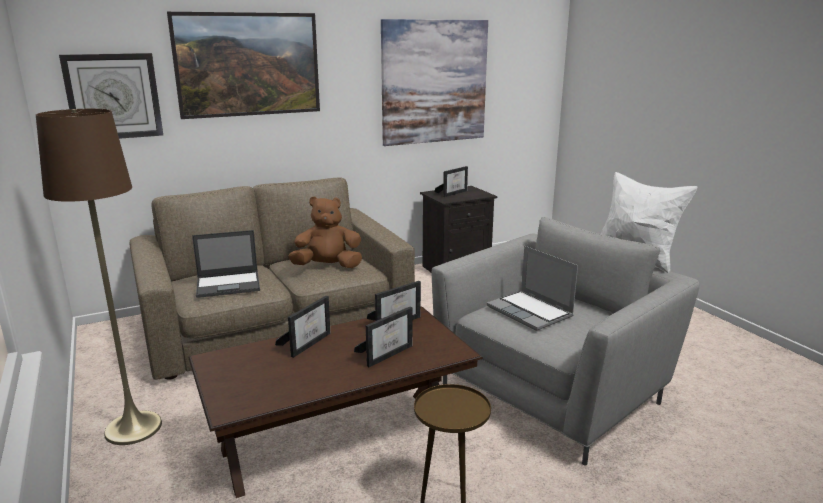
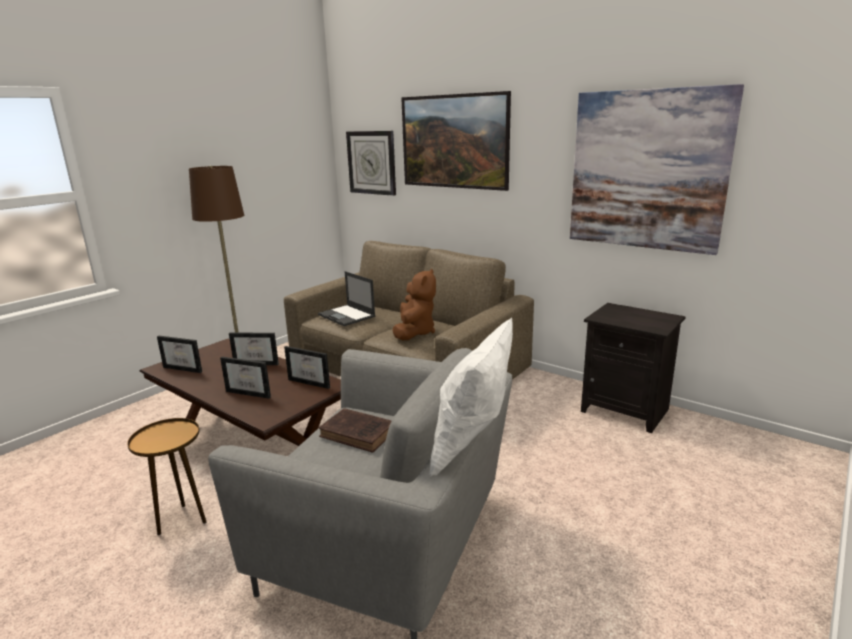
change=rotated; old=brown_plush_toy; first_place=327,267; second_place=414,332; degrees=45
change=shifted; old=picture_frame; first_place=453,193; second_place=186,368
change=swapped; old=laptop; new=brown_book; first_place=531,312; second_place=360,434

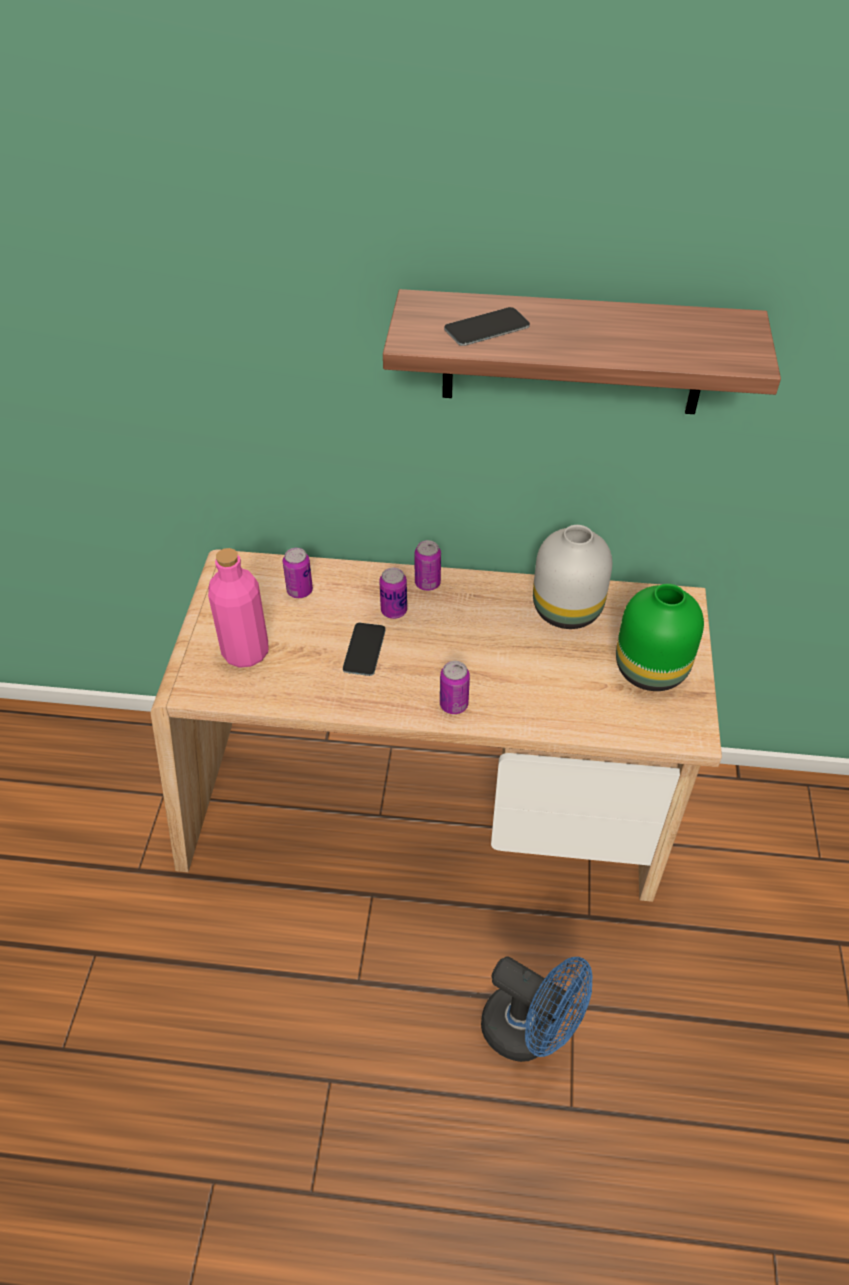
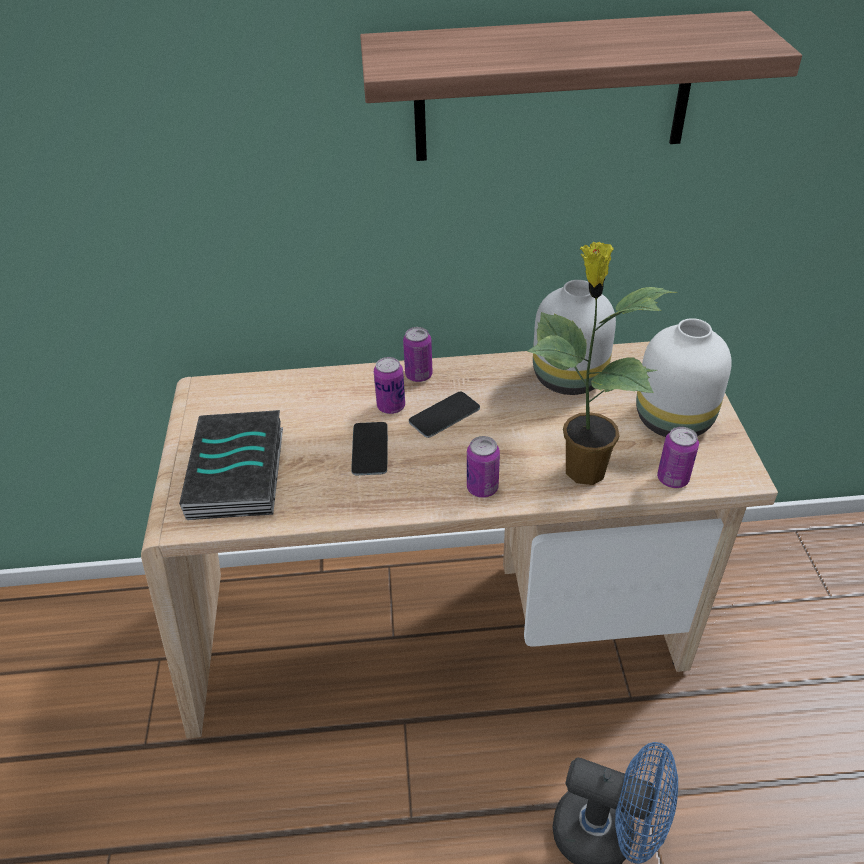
change=swapped; old=pink_bottle; new=book; first_place=245,652; second_place=239,473
change=shifted; old=can; first_place=299,591; second_place=672,479
change=shifted; old=phone; first_place=487,328; second_place=444,415
change=repainted; old=green_vase; new=white_vase; first_place=653,669; second_place=675,419
change=new; new=potted_plant; second_place=582,469

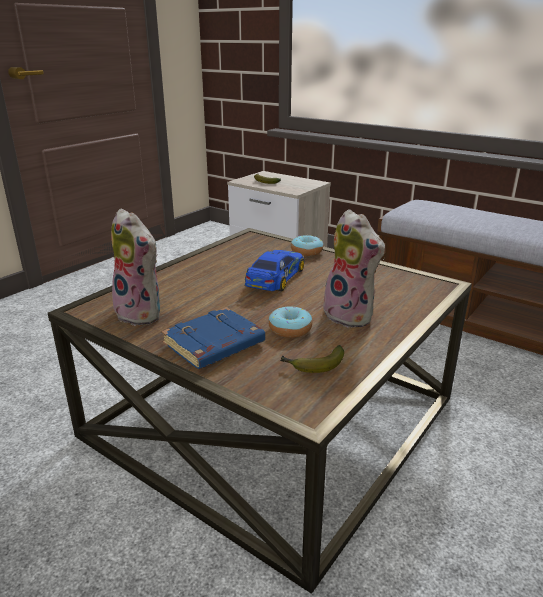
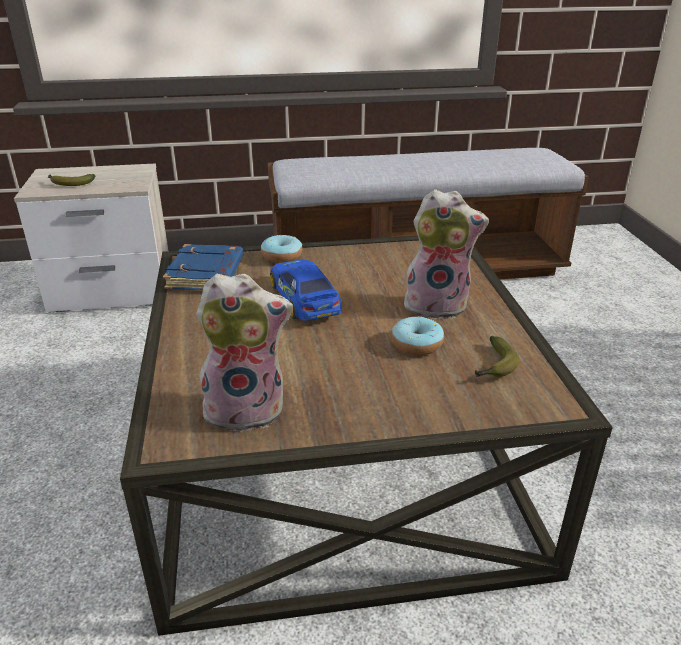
change=shifted; old=blue_book; first_place=214,345; second_place=206,274

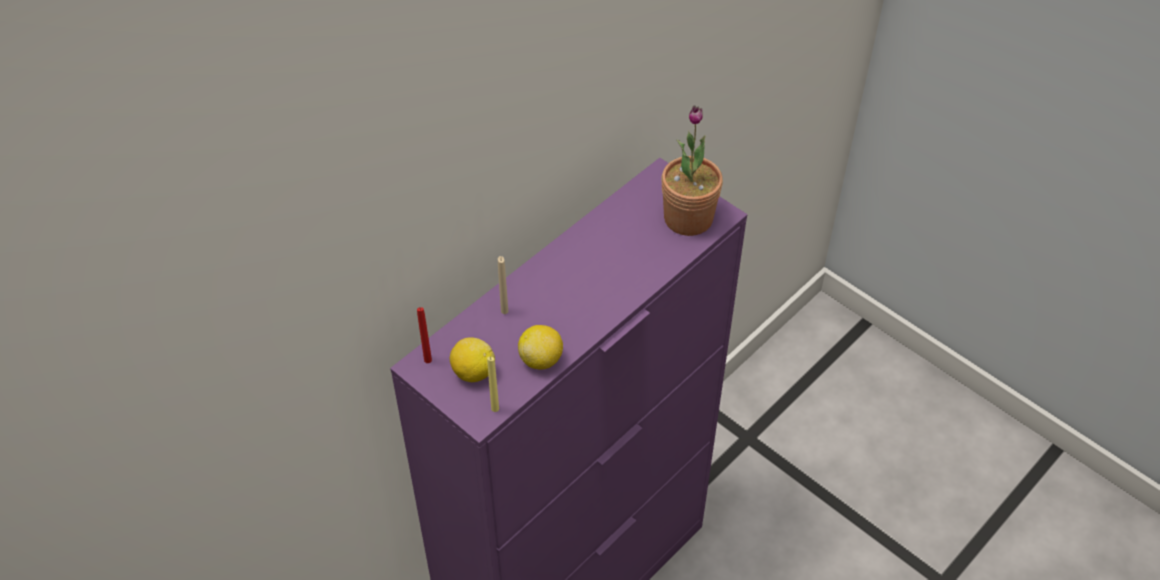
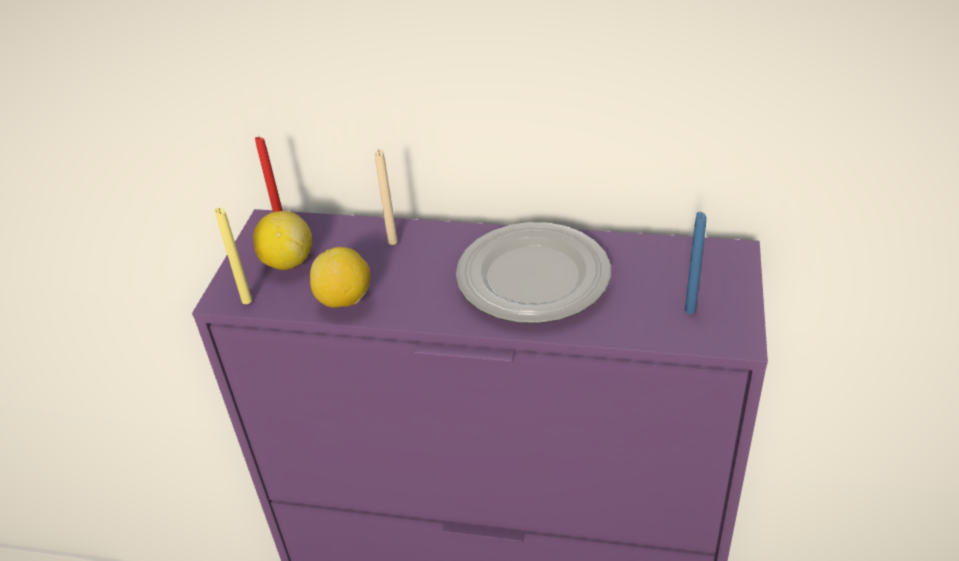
change=swapped; old=potted_plant; new=blue_candle; first_place=688,218; second_place=690,310
change=new; new=plate; second_place=535,279

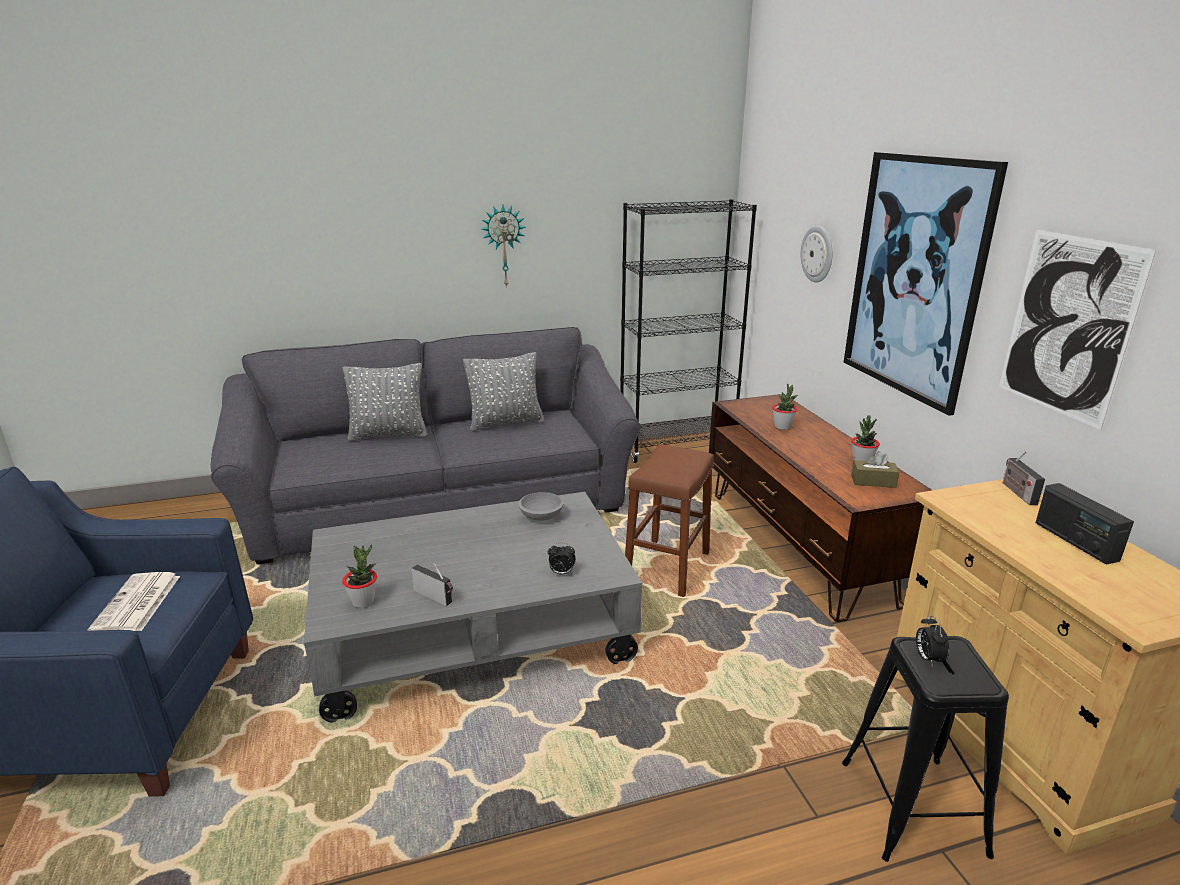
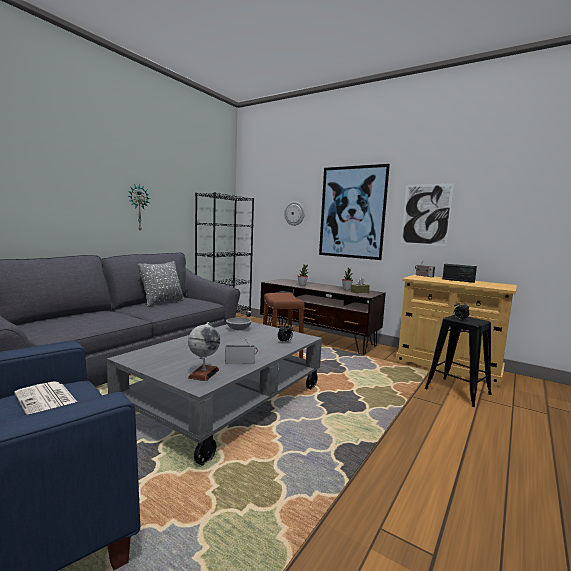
change=gone; old=grey_pillow; first_place=389,435
change=swapped; old=potted_plant; new=globe; first_place=363,601; second_place=204,373

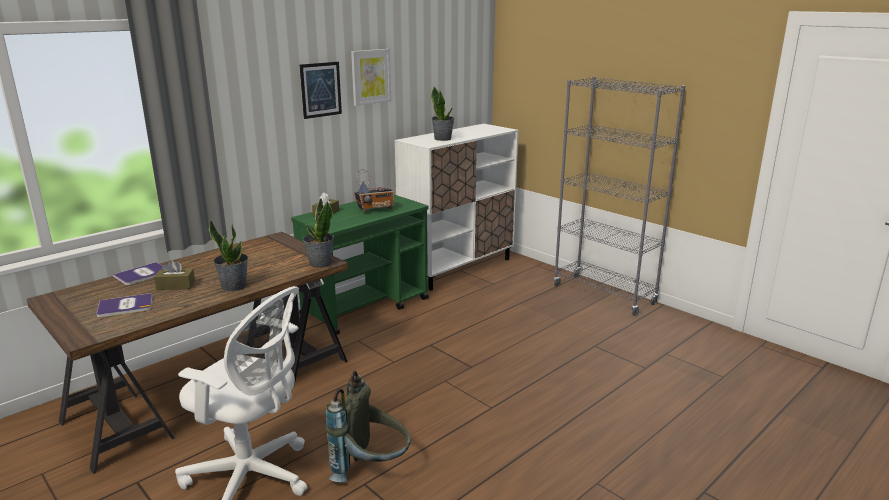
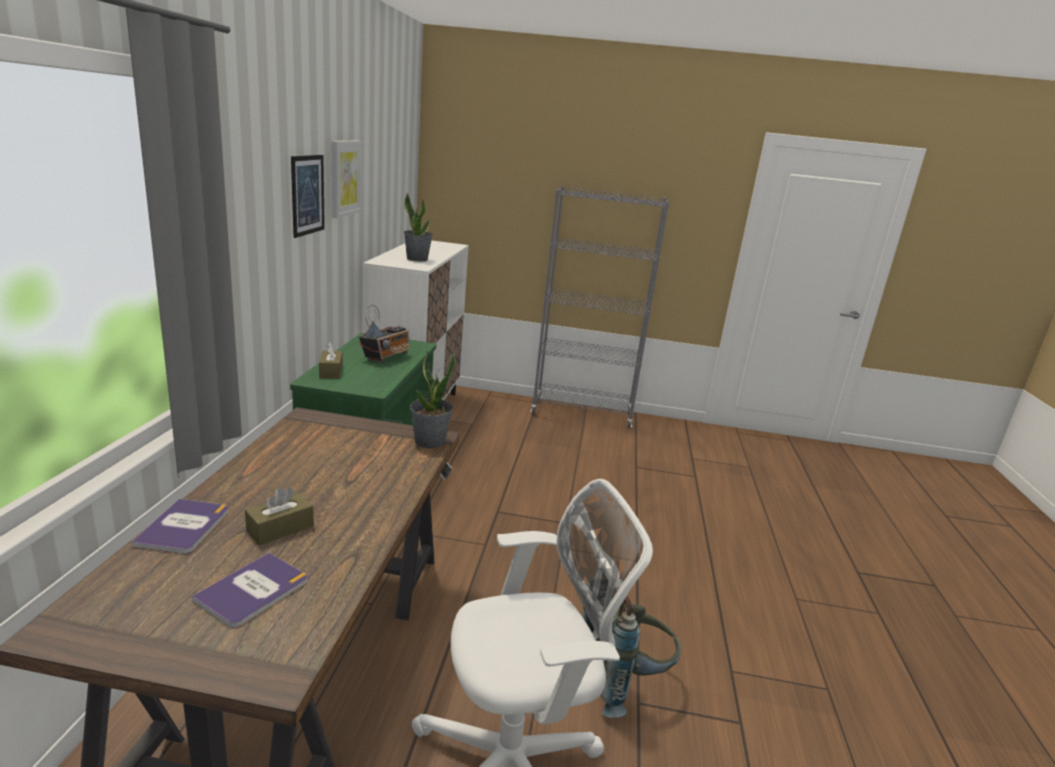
change=gone; old=potted_plant; first_place=234,286

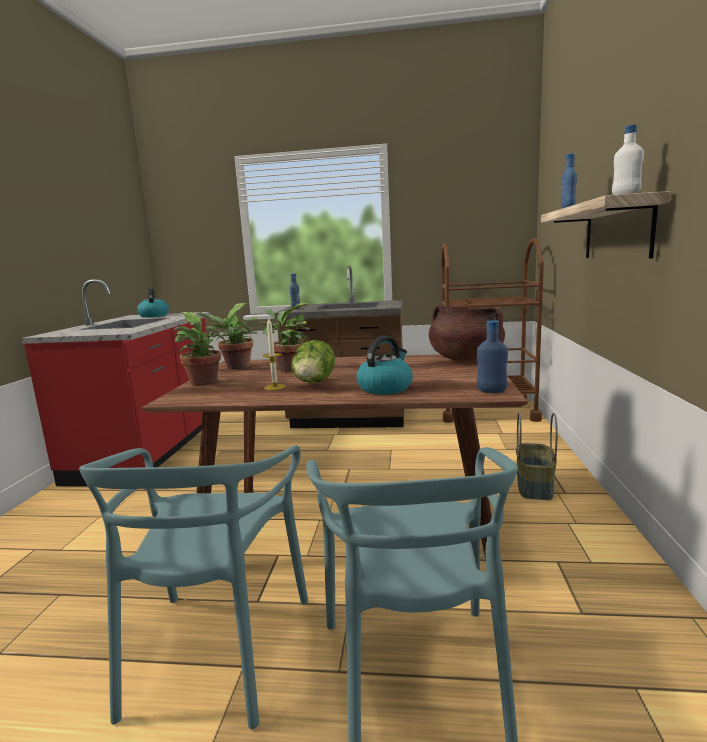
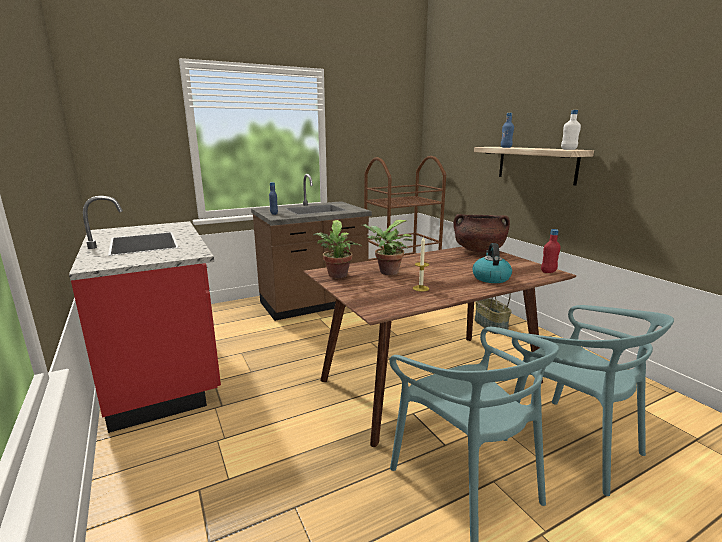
change=gone; old=kettle; first_place=154,316
change=gone; old=potted_plant; first_place=205,383
change=gone; old=lettuce; first_place=314,384
change=repainted; old=blue_bottle; new=red_bottle; first_place=491,391; second_place=548,272

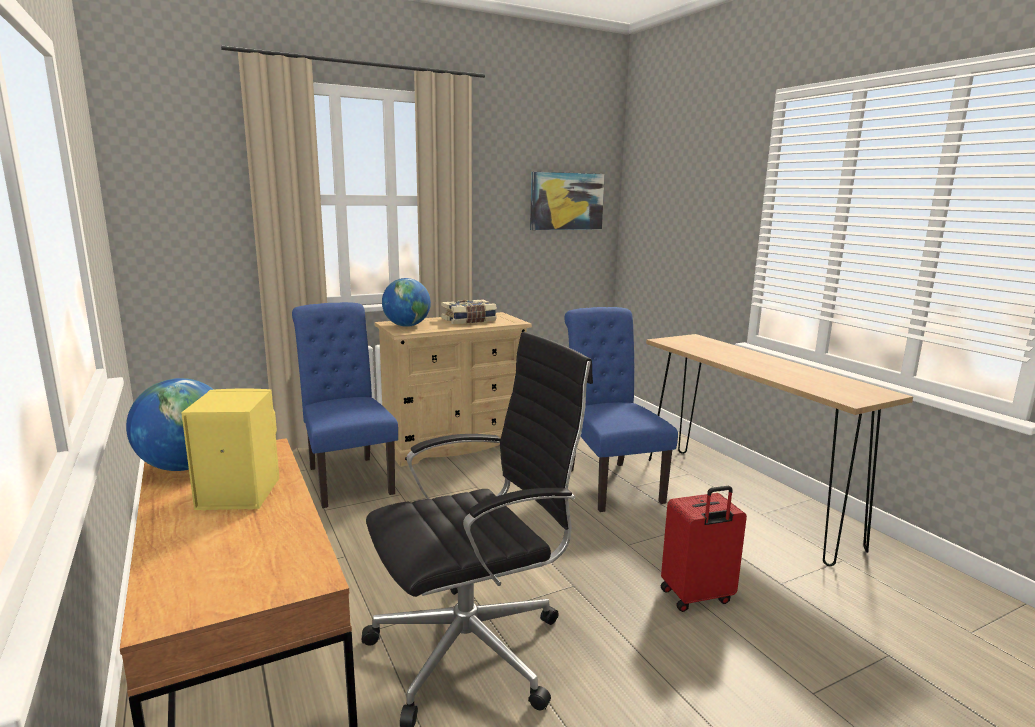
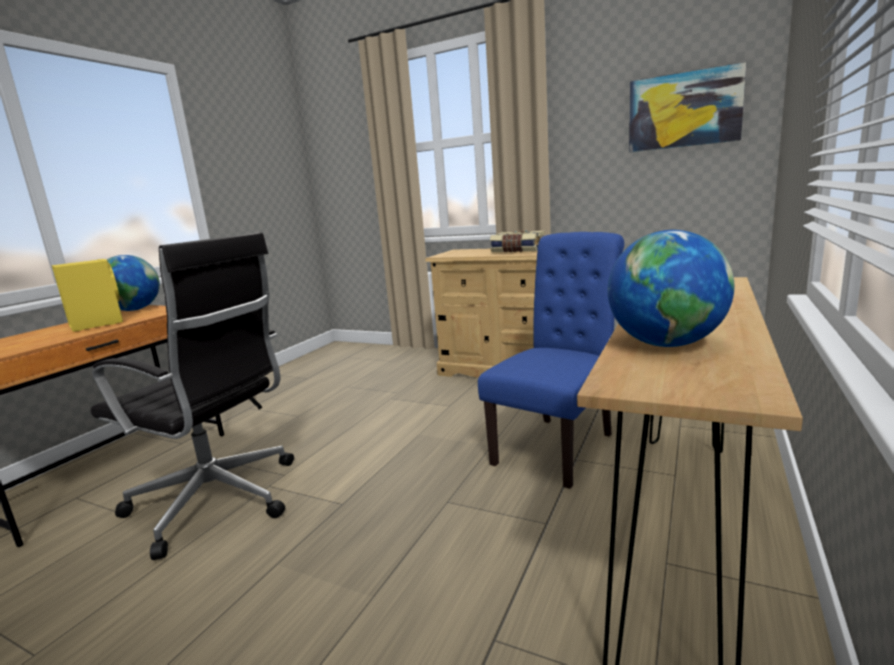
change=gone; old=blue_chair; first_place=347,477
change=shifted; old=globe; first_place=407,326; second_place=666,344
change=gone; old=red_suitcase; first_place=697,597

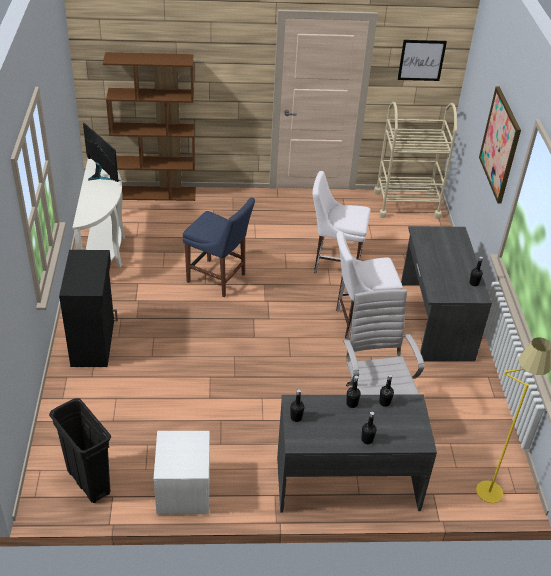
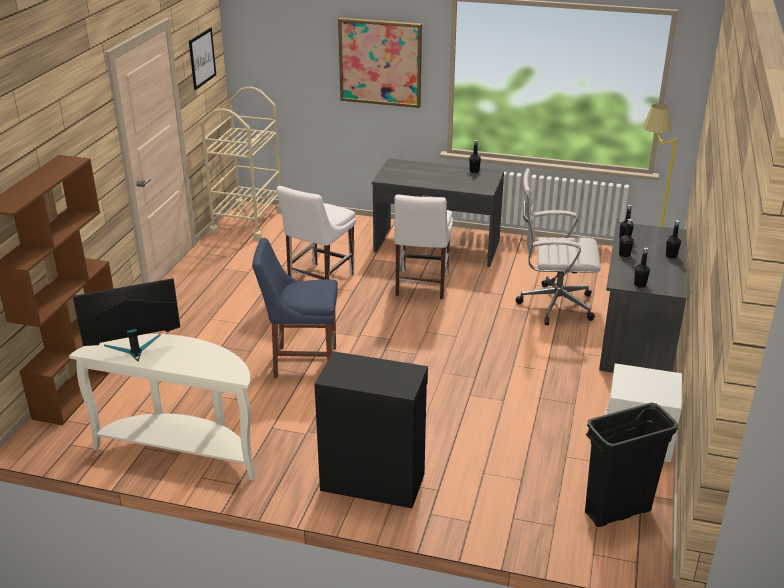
change=rotated; old=blue_chair; first_place=218,279; second_place=301,362; degrees=-135

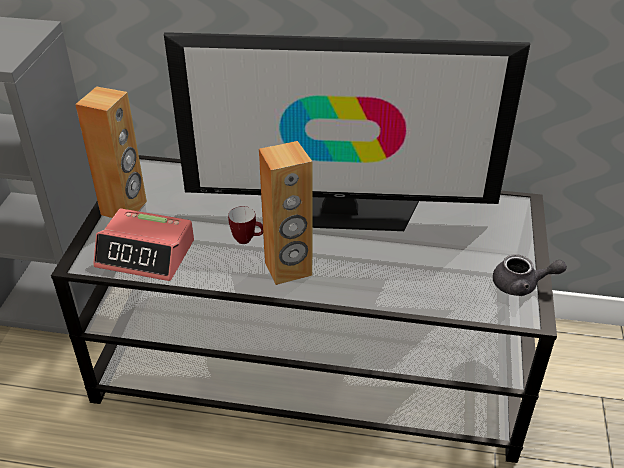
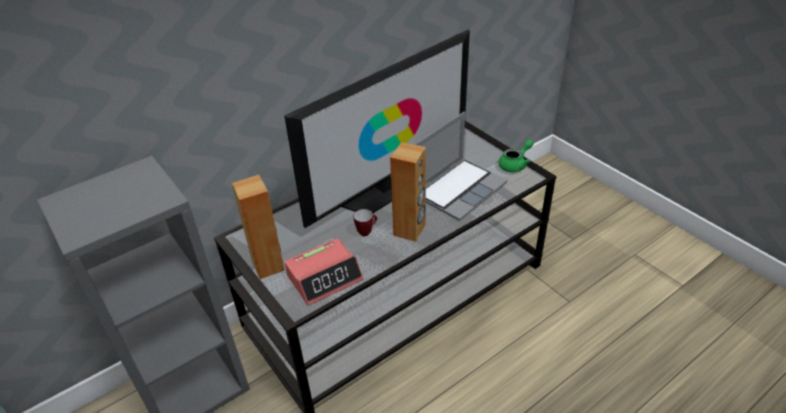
change=repainted; old=grey_teapot; new=green_teapot; first_place=521,285; second_place=515,165
change=new; new=laptop; second_place=459,189

